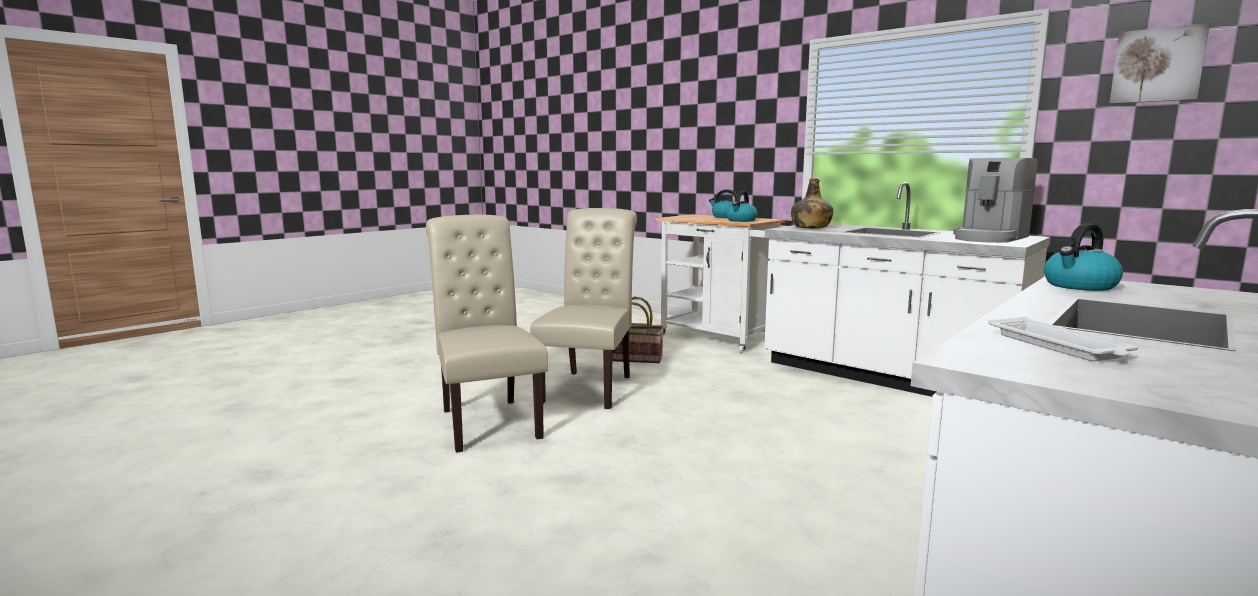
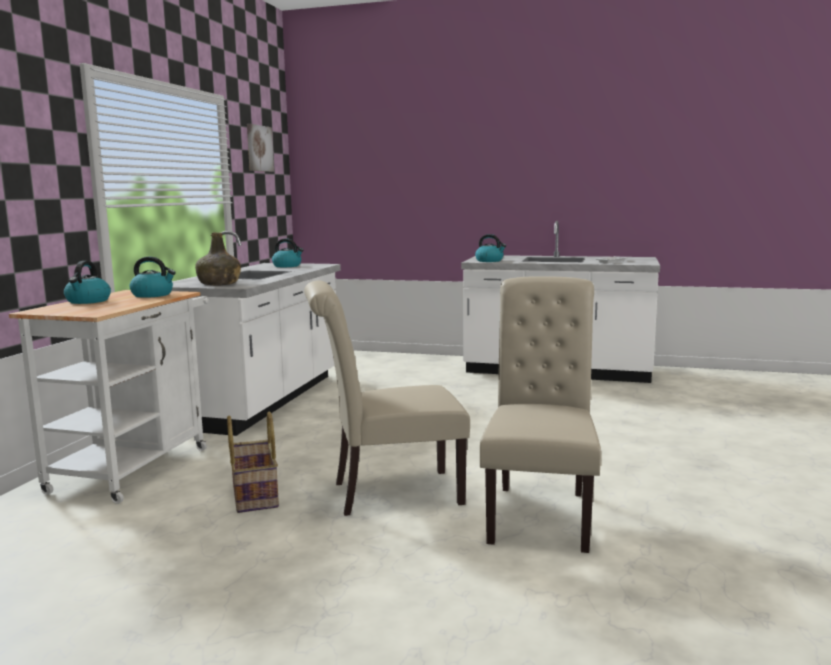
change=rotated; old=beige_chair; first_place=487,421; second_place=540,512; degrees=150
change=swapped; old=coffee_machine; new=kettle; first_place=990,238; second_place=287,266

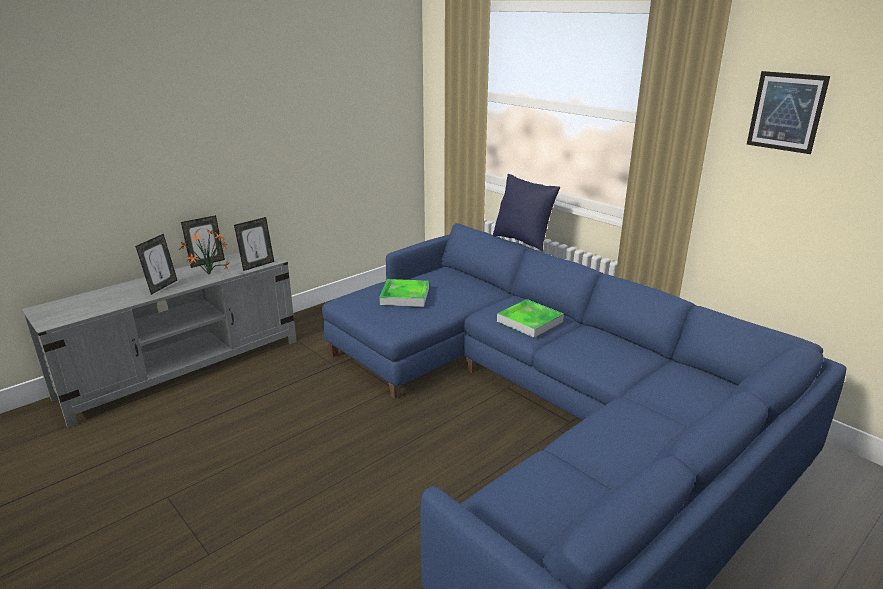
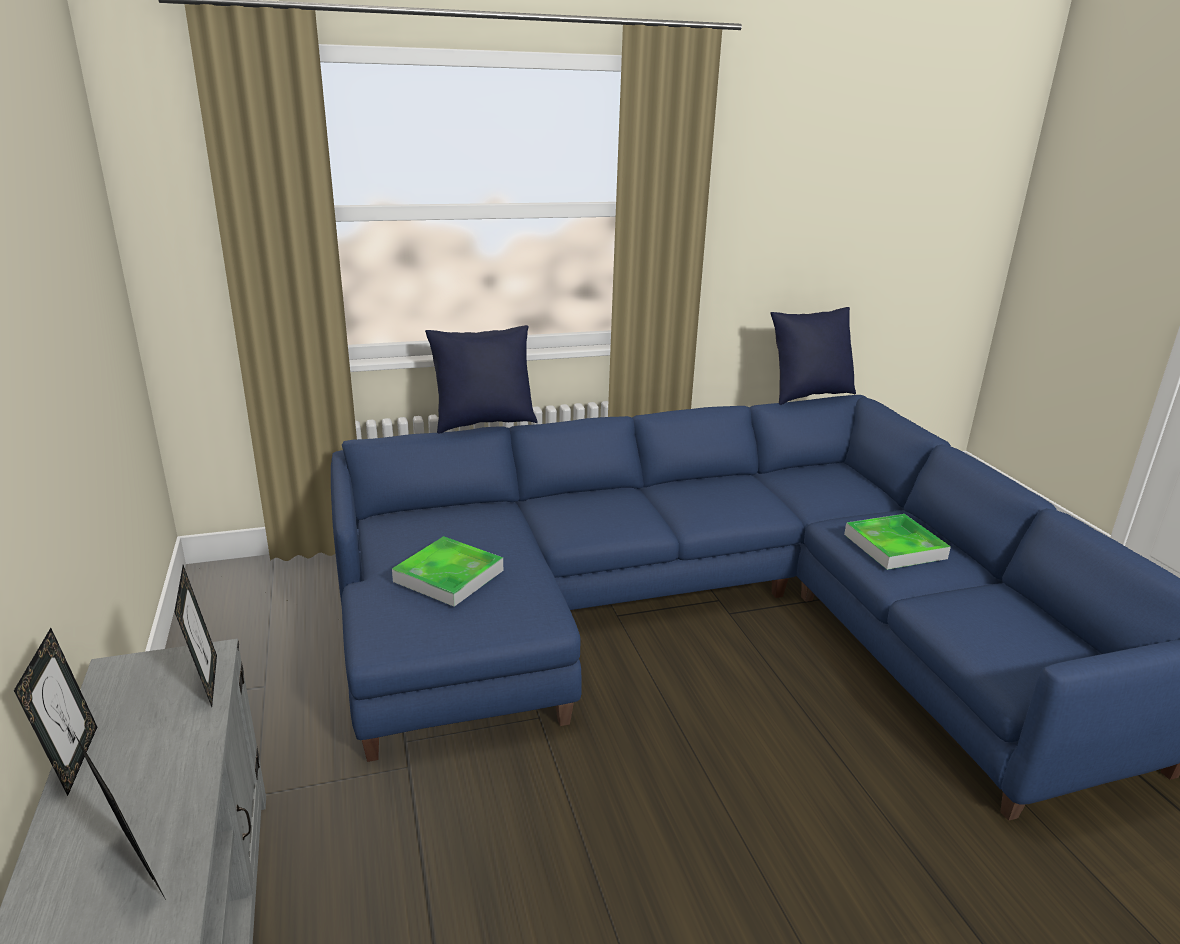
change=gone; old=potted_plant; first_place=208,274
change=shifted; old=tray; first_place=529,321; second_place=894,546
change=gone; old=picture; first_place=786,112
change=new; new=blue_pillow; second_place=808,395

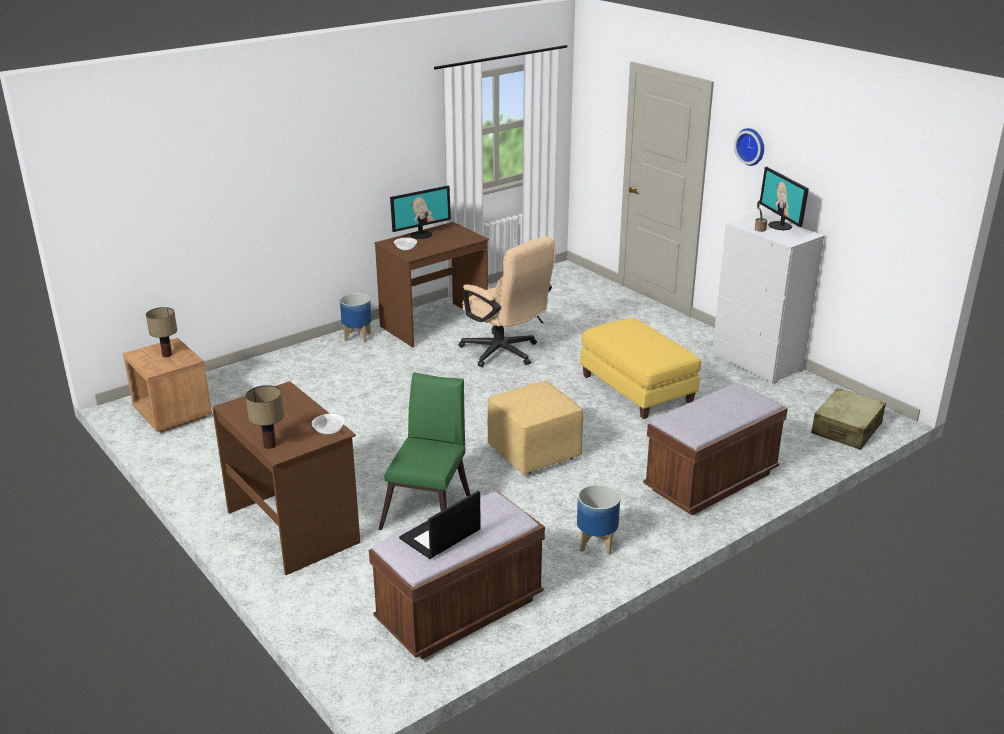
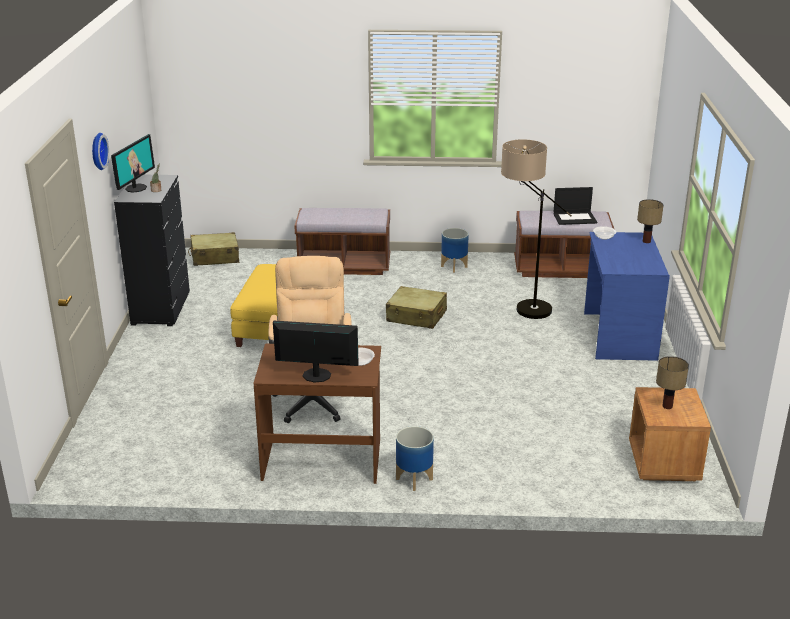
change=repainted; old=brown_desk; new=blue_desk; first_place=294,526; second_place=618,336
change=swapped; old=green_chair; new=floor_lamp; first_place=429,508; second_place=523,314
change=swapped; old=yellow_ottoman; new=beige_suitcase; first_place=534,454; second_place=416,316
change=repainted; old=white_dresser; new=black_dresser; first_place=757,363; second_place=161,308

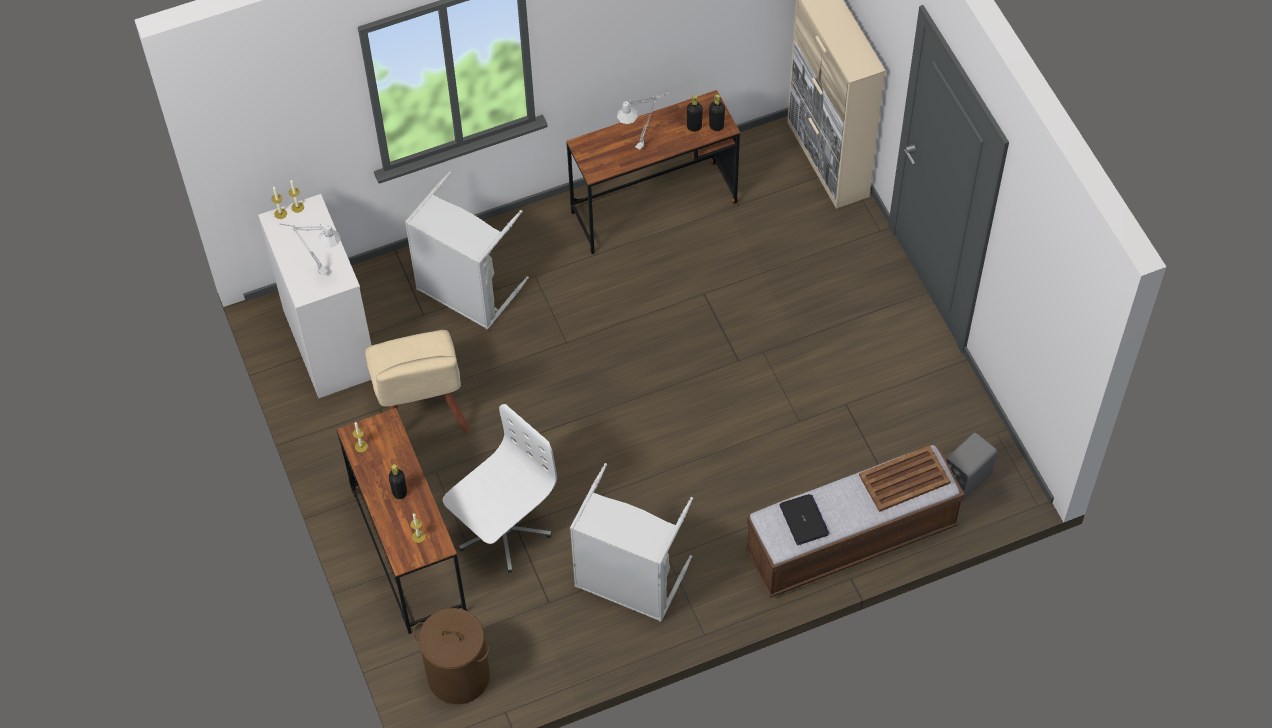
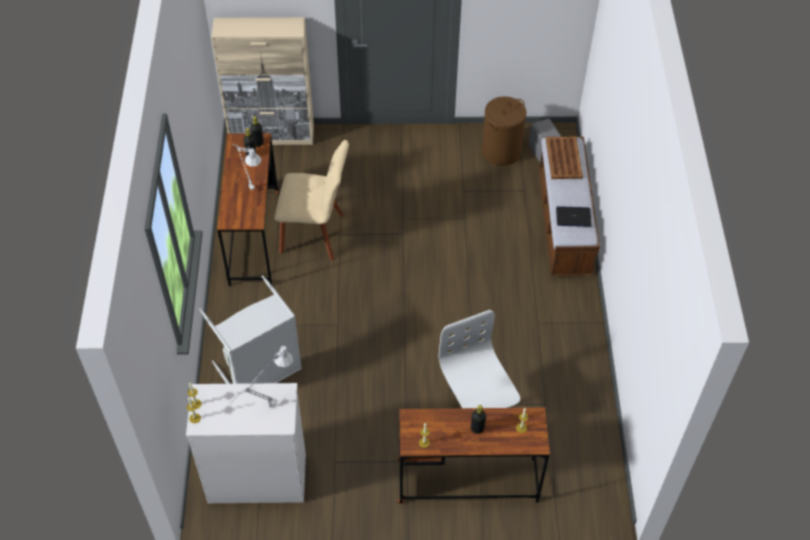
change=shifted; old=beige_chair; first_place=422,415; second_place=315,234
change=shifted; old=brown_laundry_basket; first_place=458,676; second_place=501,152
change=gone; old=grey_laundry_basket; first_place=628,582

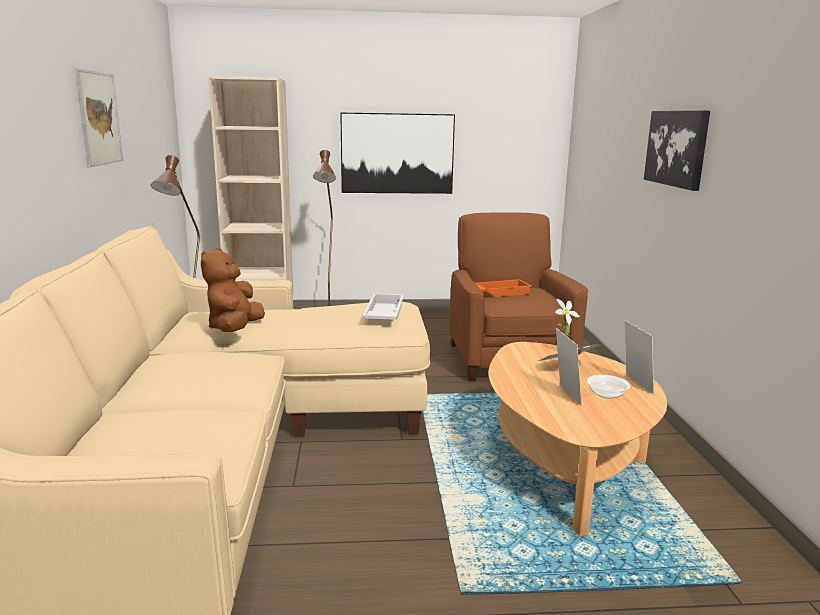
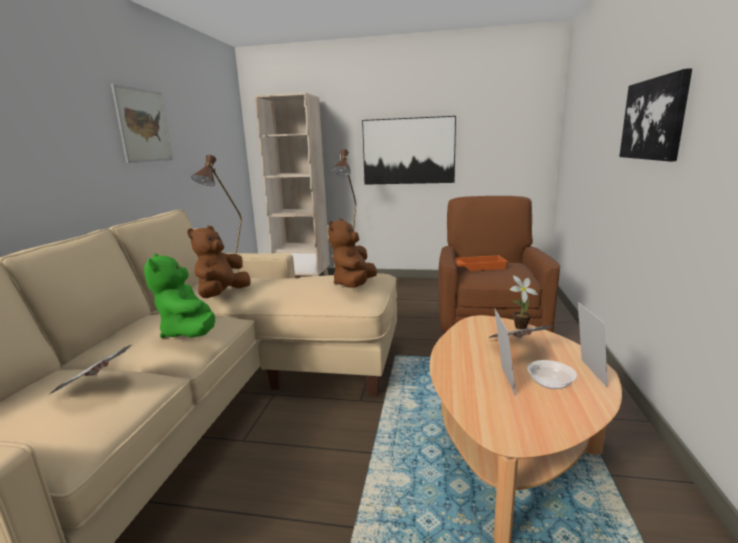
change=swapped; old=white_tray; new=brown_plush_toy; first_place=383,314; second_place=354,285
change=new; new=newspaper; second_place=95,388
change=new; new=green_plush_toy; second_place=189,333

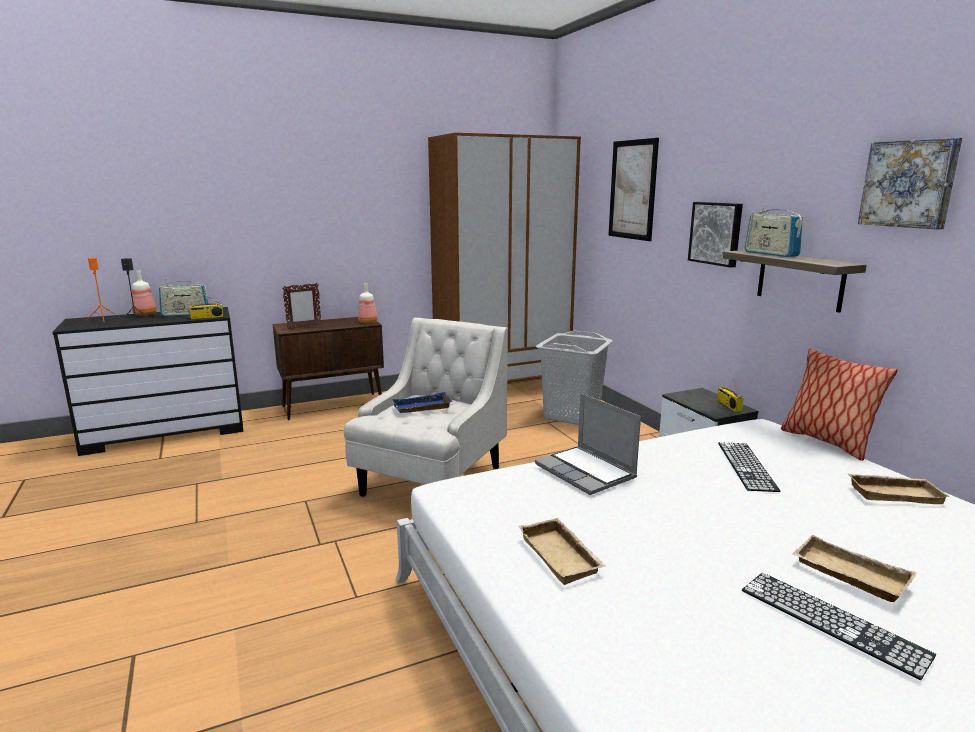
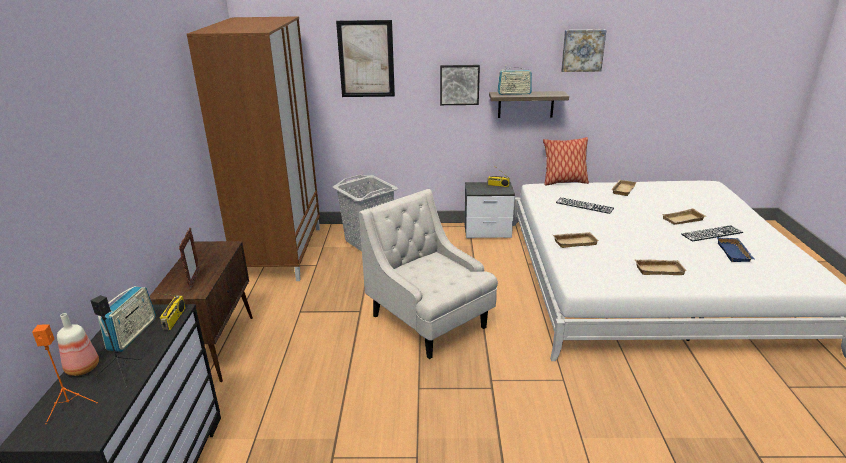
change=gone; old=bottle; first_place=368,322
change=shifted; old=blue_tray; first_place=421,408; second_place=735,253
change=swapped; old=laptop; new=beige_tray; first_place=587,472; second_place=575,242

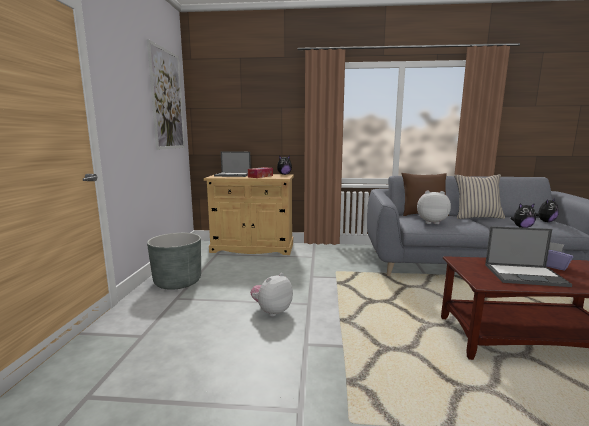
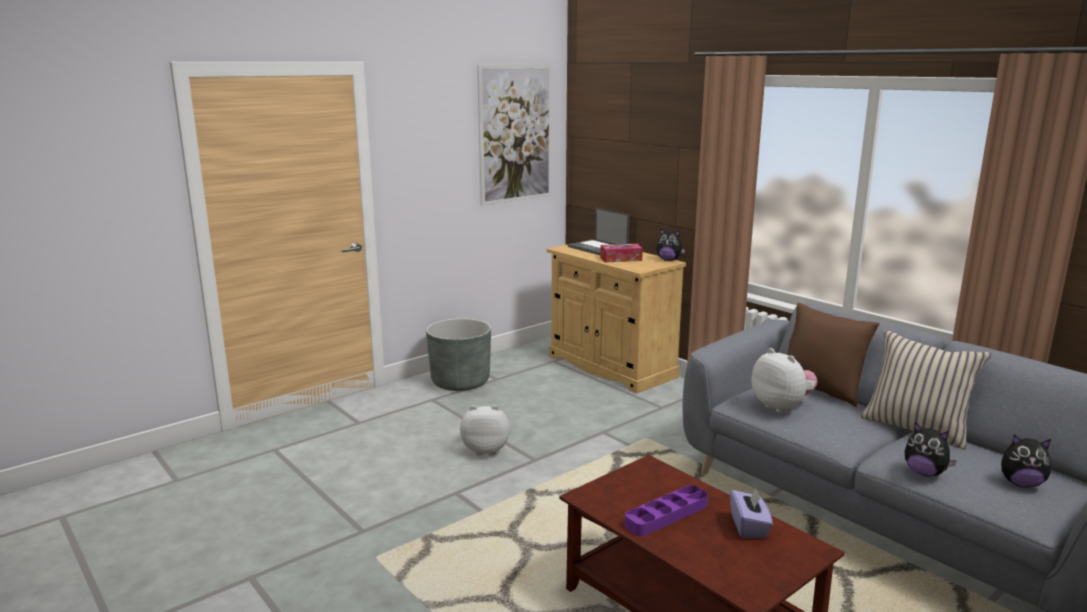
change=swapped; old=laptop; new=purple_tray; first_place=525,275; second_place=666,515

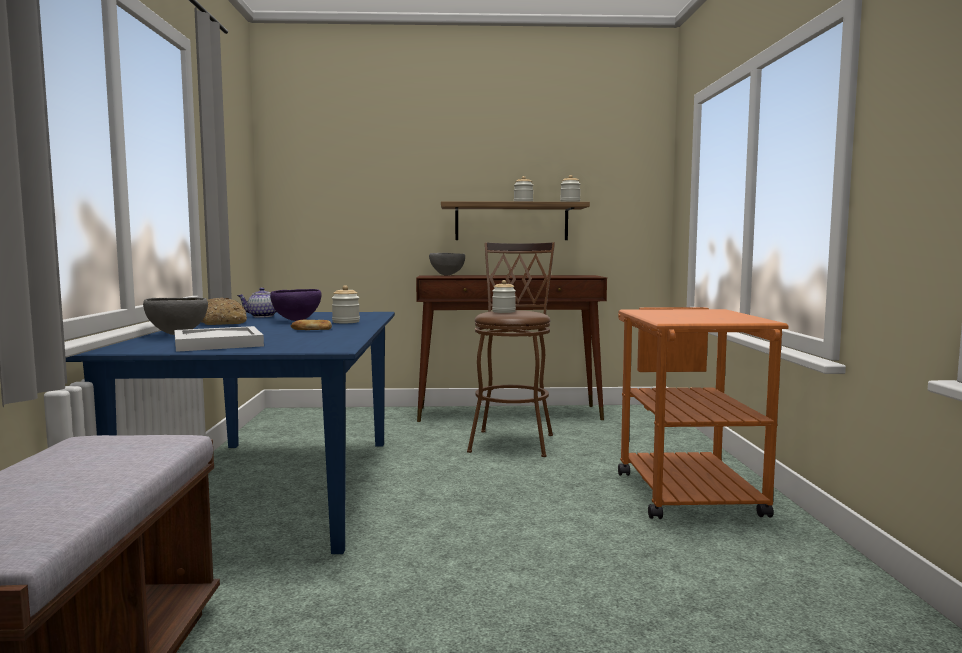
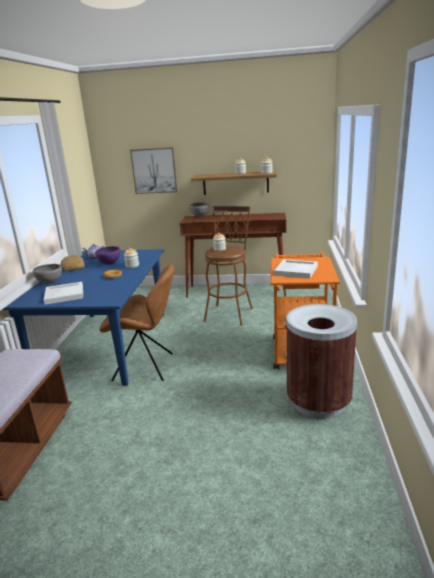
change=new; new=brown_chair; second_place=146,367
change=new; new=picture; second_place=154,170
change=new; new=white_tray; second_place=295,270
change=new; new=brown_trash_can; second_place=318,402

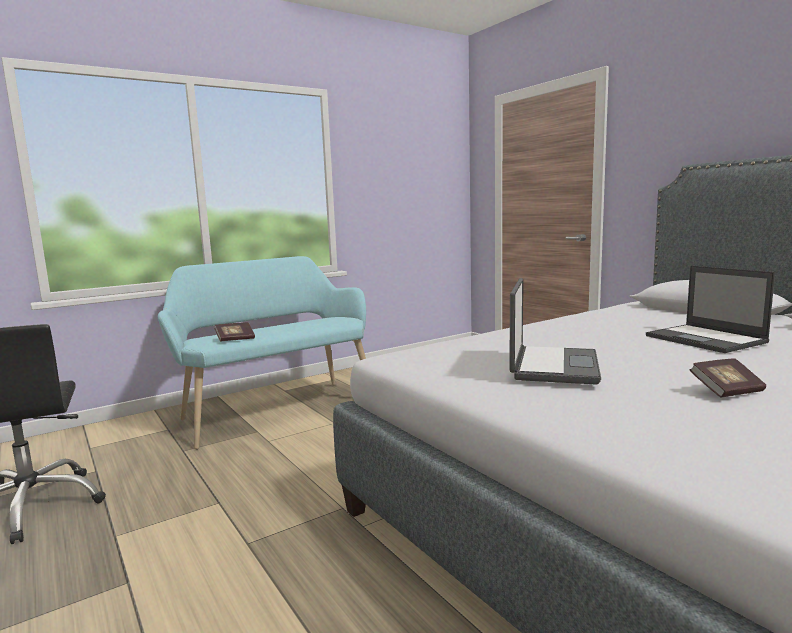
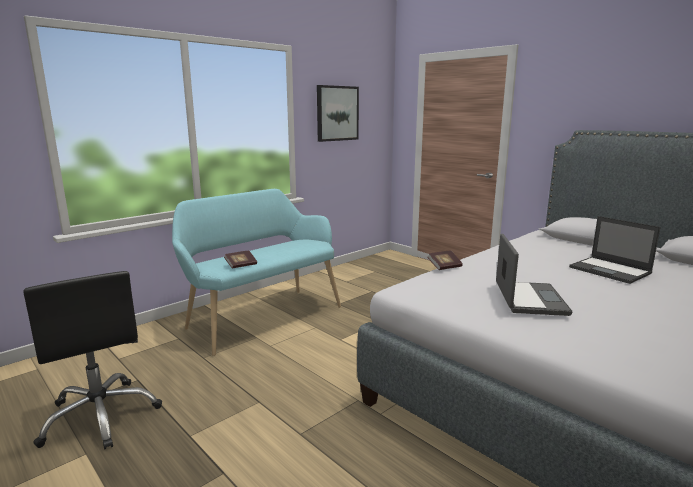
change=shifted; old=book; first_place=726,391; second_place=444,267
change=new; new=picture; second_place=337,113

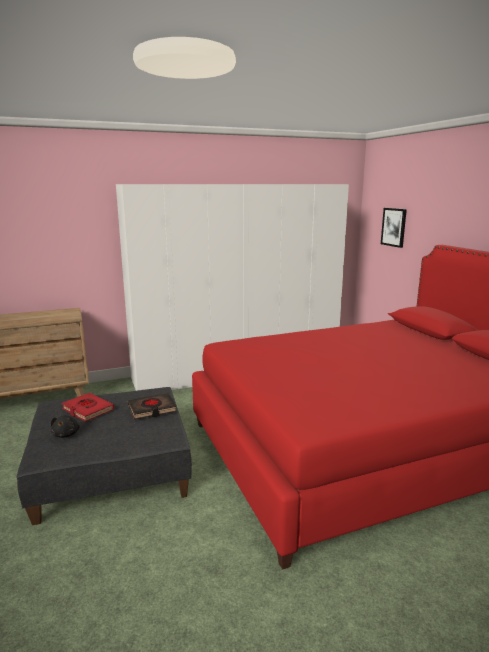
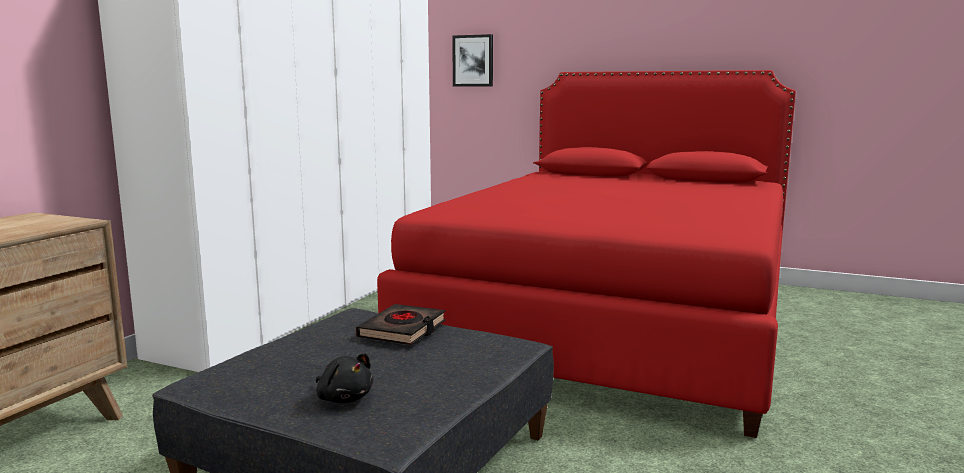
change=gone; old=red_book; first_place=87,410

